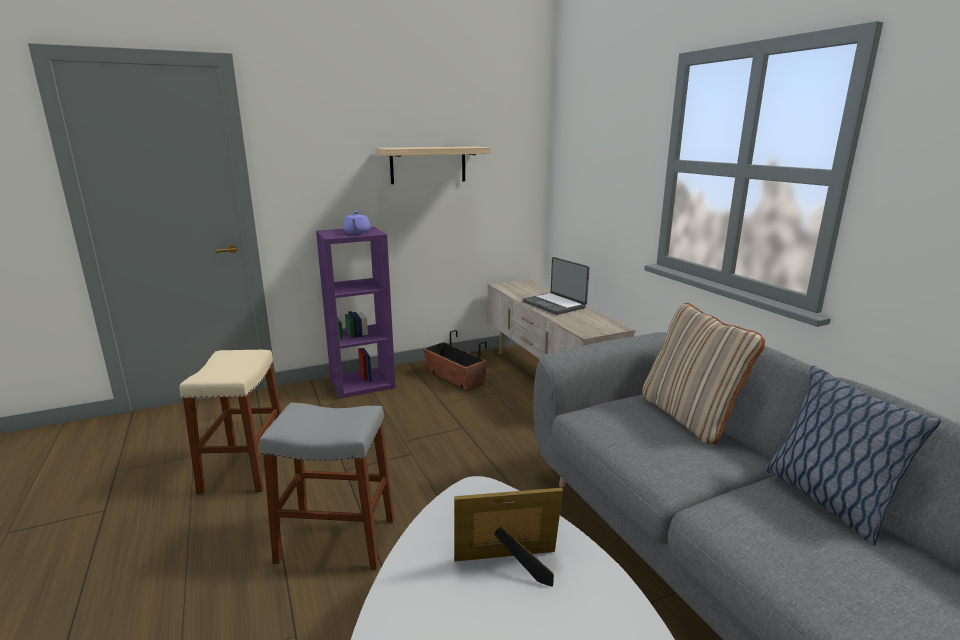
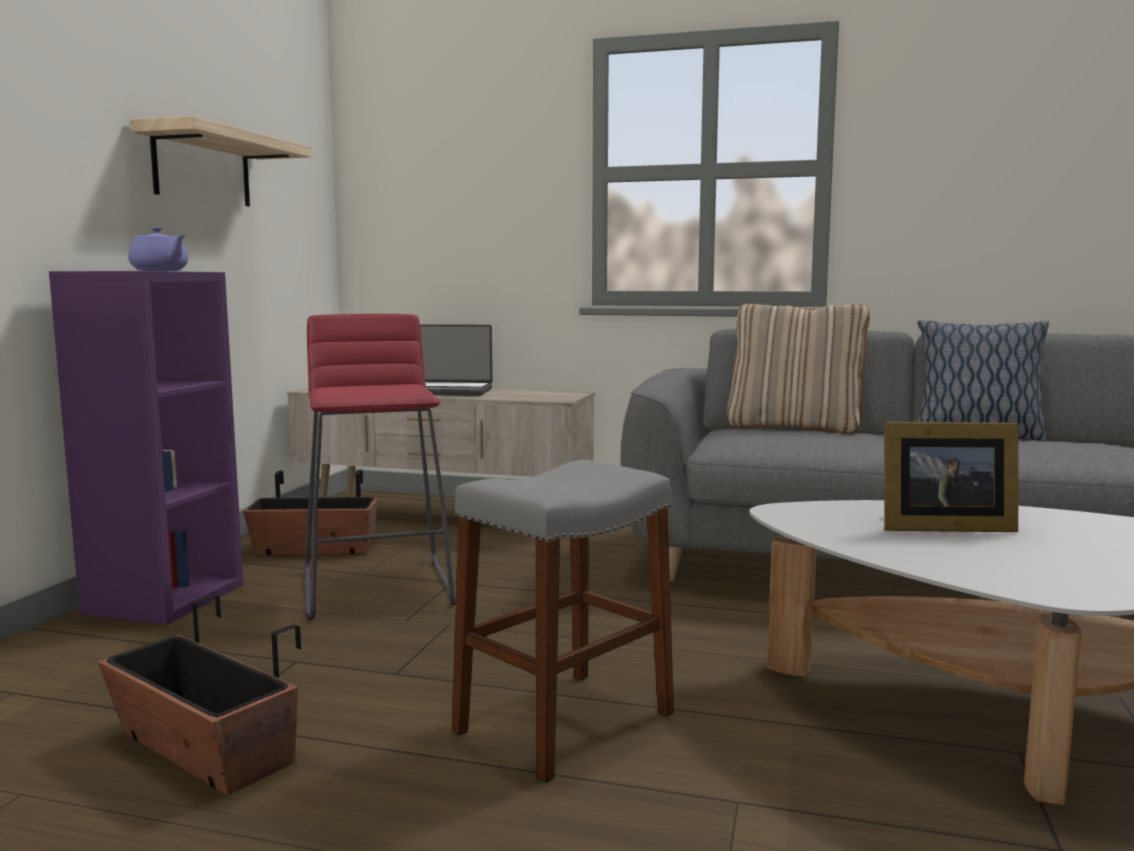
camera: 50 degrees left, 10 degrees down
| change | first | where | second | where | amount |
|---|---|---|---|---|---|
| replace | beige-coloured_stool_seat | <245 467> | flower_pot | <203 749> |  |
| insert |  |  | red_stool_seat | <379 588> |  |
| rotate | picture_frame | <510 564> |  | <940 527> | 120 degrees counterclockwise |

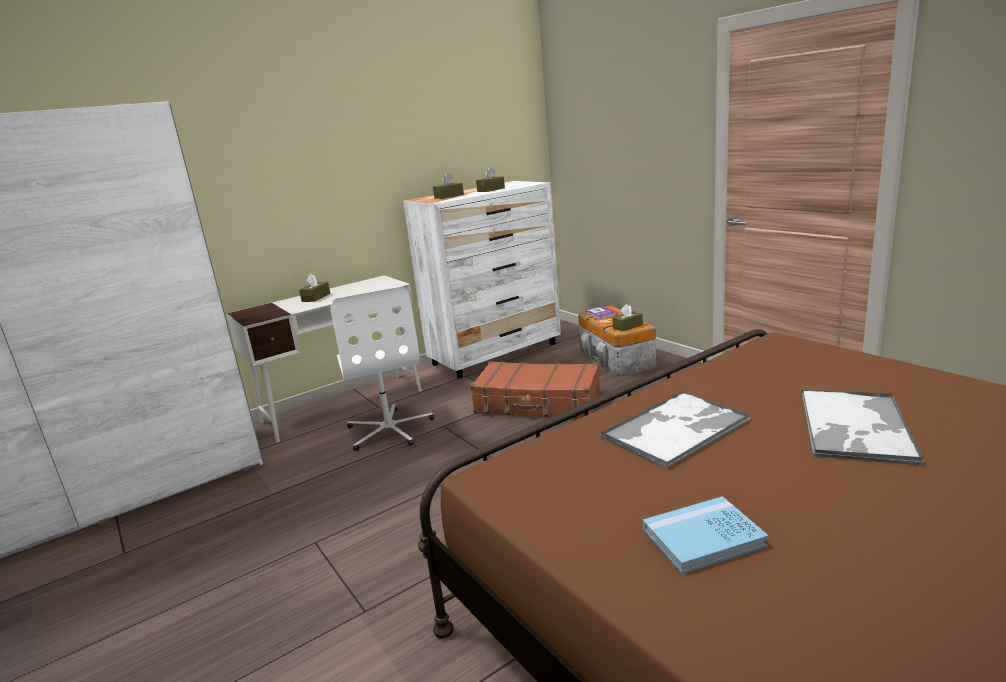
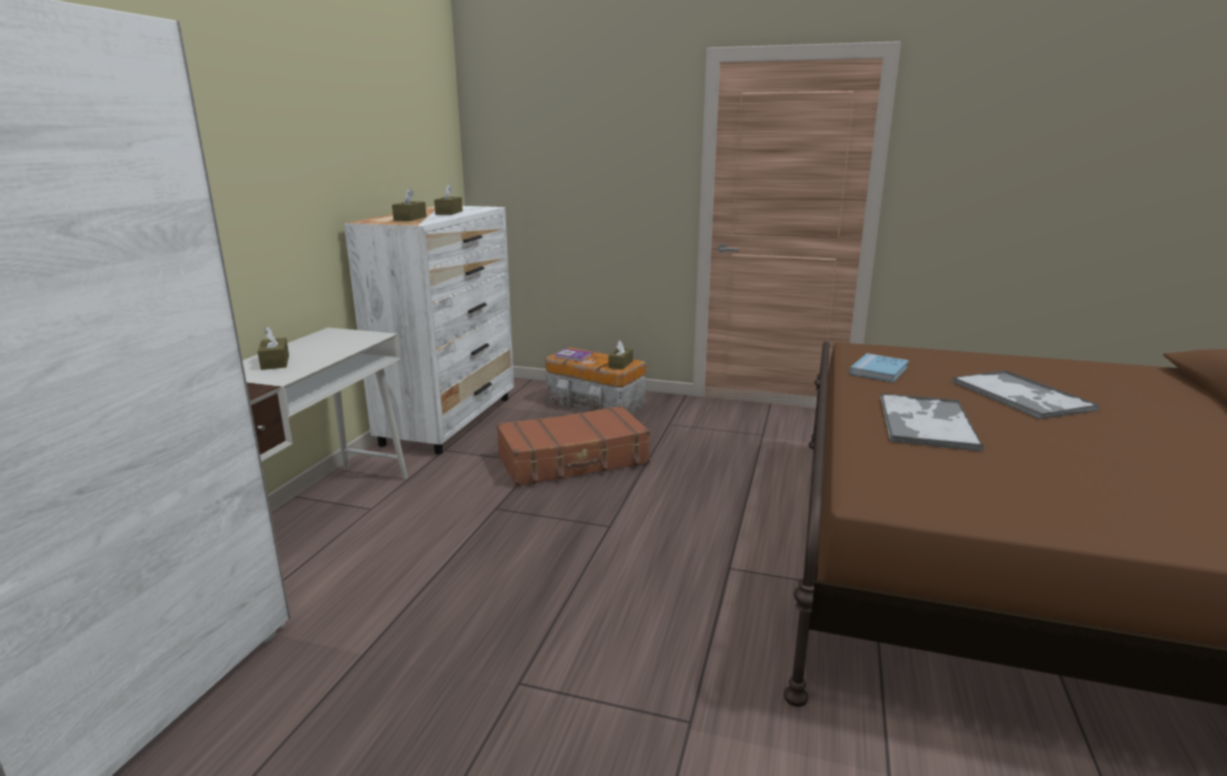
camera: 40 degrees left, 0 degrees up
| change | first | where | second | where | amount |
|---|---|---|---|---|---|
| move | blue-coloured_bound_book | <703 538> |  | <879 370> |  |
| delete | whitish_office_chair | <390 429> |  |  |  |

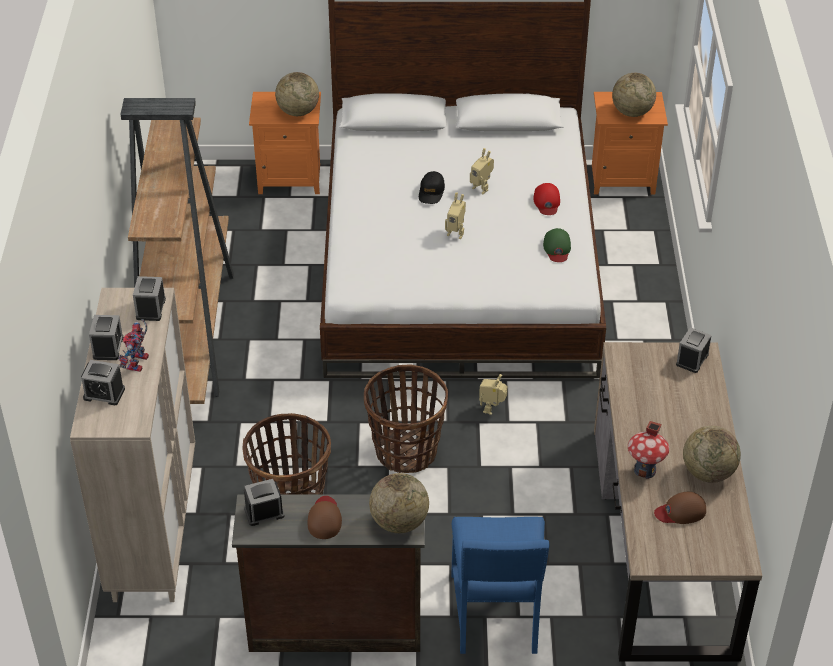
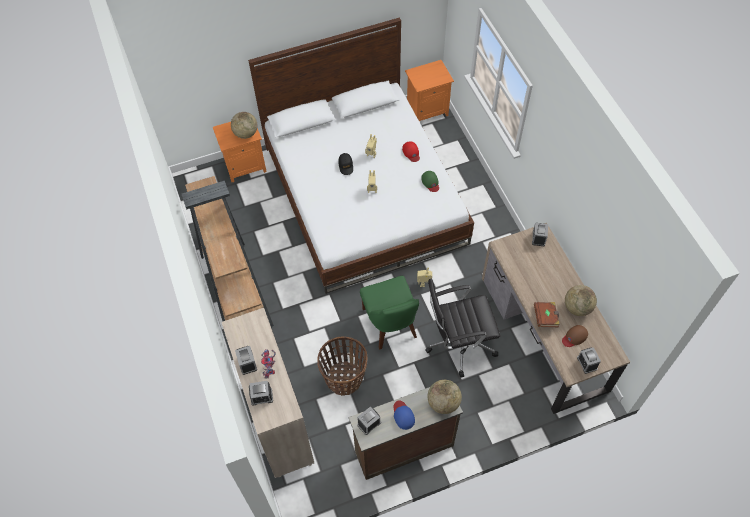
camera: 20 degrees left, 15 degrees up
| change | first | where | second | where | amount |
|---|---|---|---|---|---|
| replace | storage_basket | <405 451> | greenish_chair | <390 325> |  |
| recolor | brown_peaked_cap | <324 519> | blue-coloured_peaked_cap | <403 415> |  |
| insert |  |  | black_office_chair | <458 343> |  |
| replace | toy_house | <645 470> | brown_bound_book | <546 317> |  |
| move | bedside_clock | <151 308> |  | <587 363> |  |
| delete | blue-coloured_chair | <497 616> |  |  |  |
| delete | world_globe | <632 112> |  |  |  |

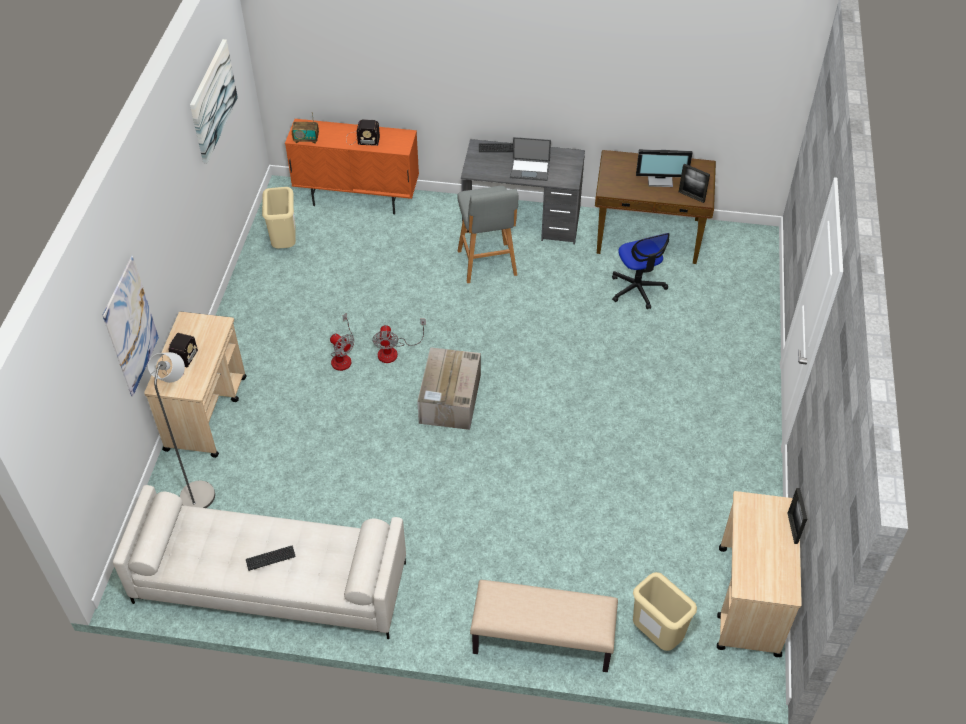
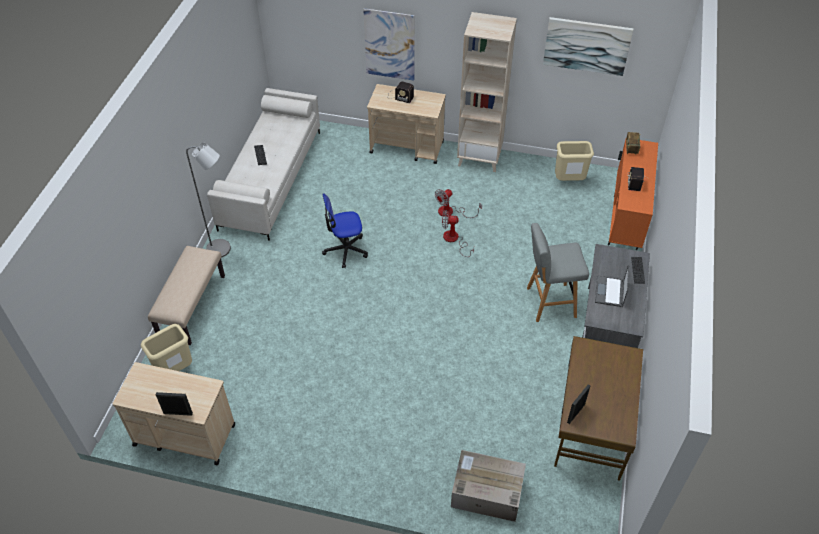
camera: 95 degrees right, 0 degrees up
| change | first | where | second | where | amount |
|---|---|---|---|---|---|
| move | gray_standard_lamp | <199 490> |  | <223 249> |  |
| move | office_chair | <637 289> |  | <345 250> |  |
| move | cardboard_box | <450 400> |  | <485 492> |  |
| insert |  |  | beige-coloured_bookshelf | <480 158> |  |
| delete | monitor | <660 179> |  |  |  |

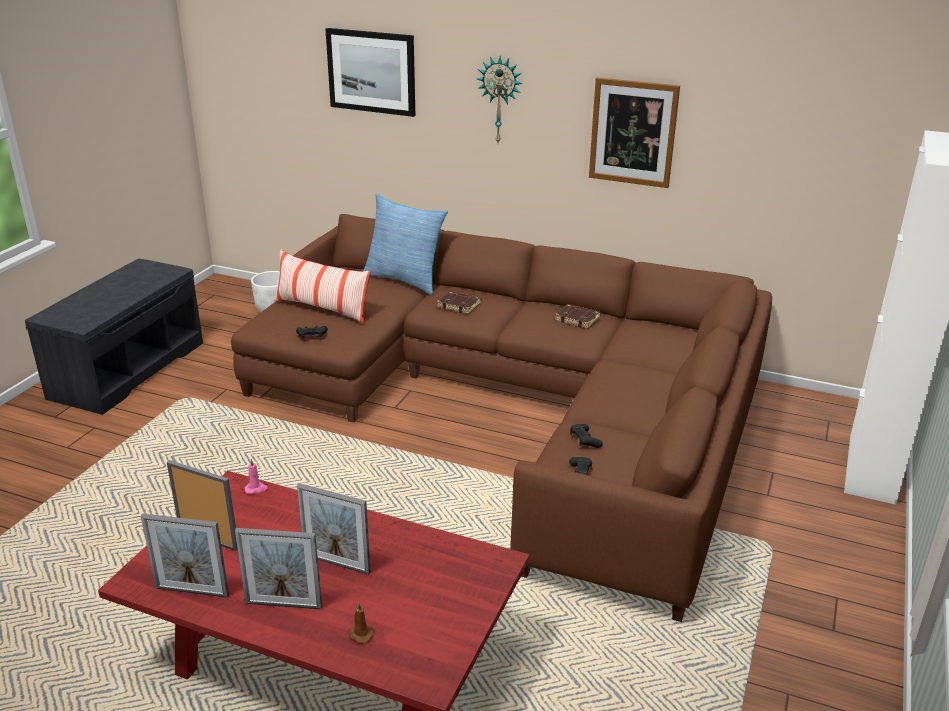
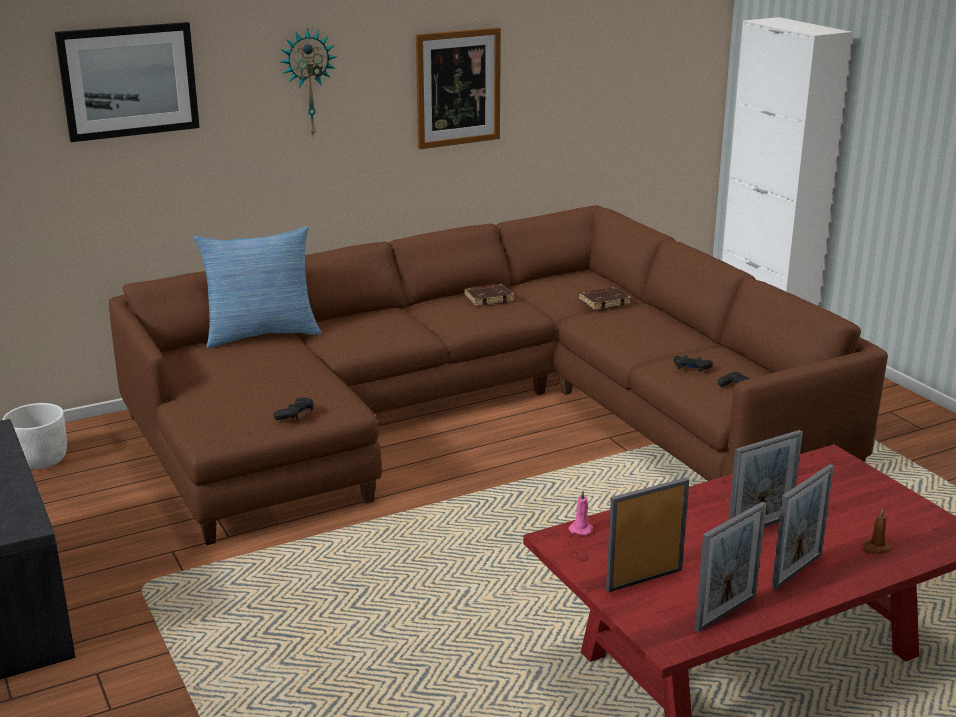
camera: 50 degrees left, 5 degrees down
| change | first | where | second | where | amount |
|---|---|---|---|---|---|
| move | brown_bound_book | <460 305> |  | <604 301> |  |
| delete | cushion | <322 309> |  |  |  |

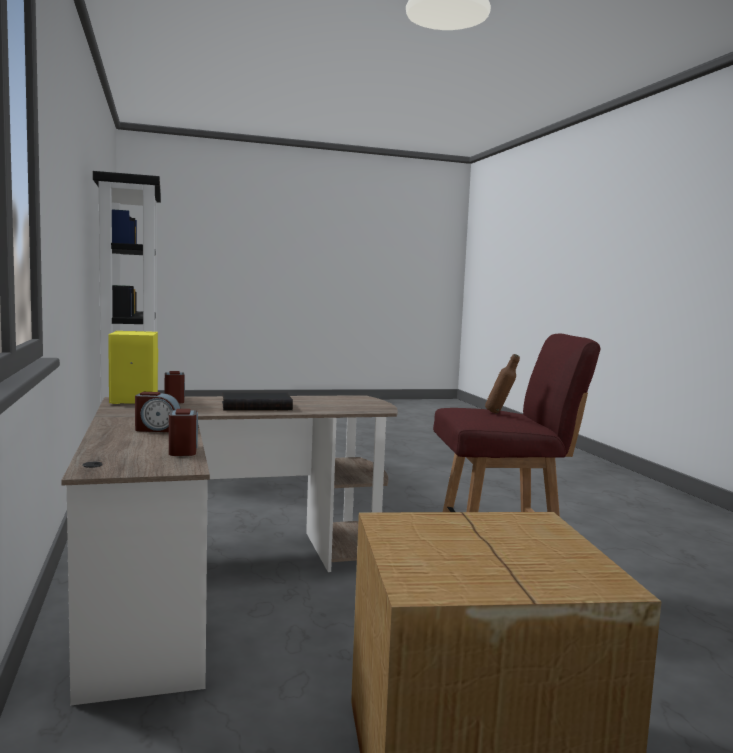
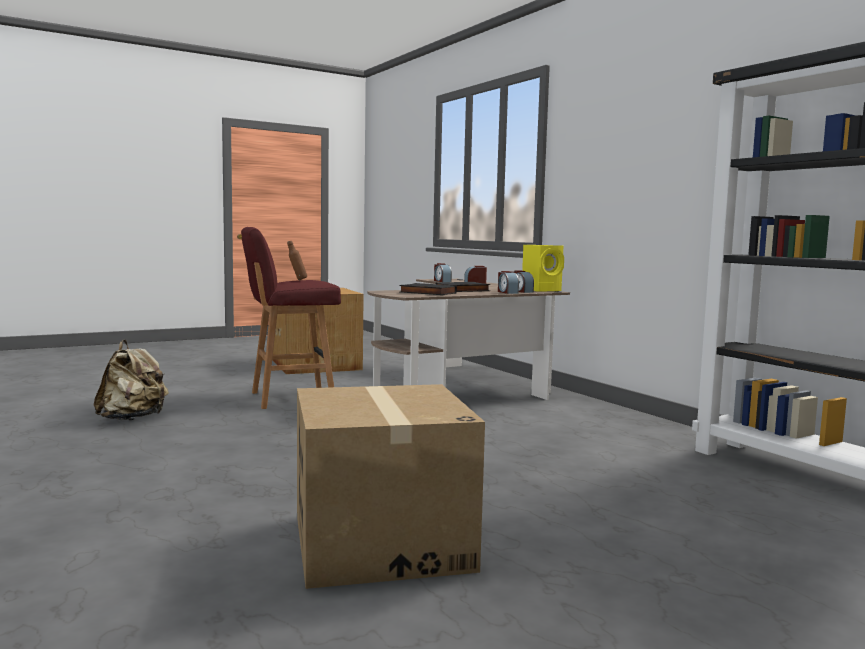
camera: 165 degrees right, 0 degrees up
| change | first | where | second | where | amount |
|---|---|---|---|---|---|
| insert |  |  | beige-coloured_knapsack | <132 419> |  |
| insert |  |  | cardboard_box | <380 542> |  |
| insert |  |  | black_bound_book | <427 293> |  |
| insert |  |  | bedside_clock | <507 292> |  |

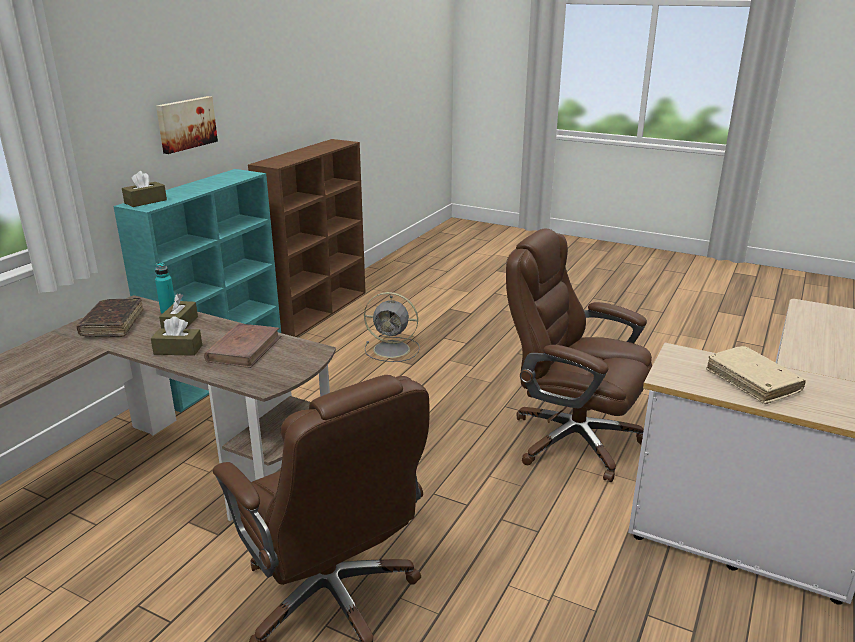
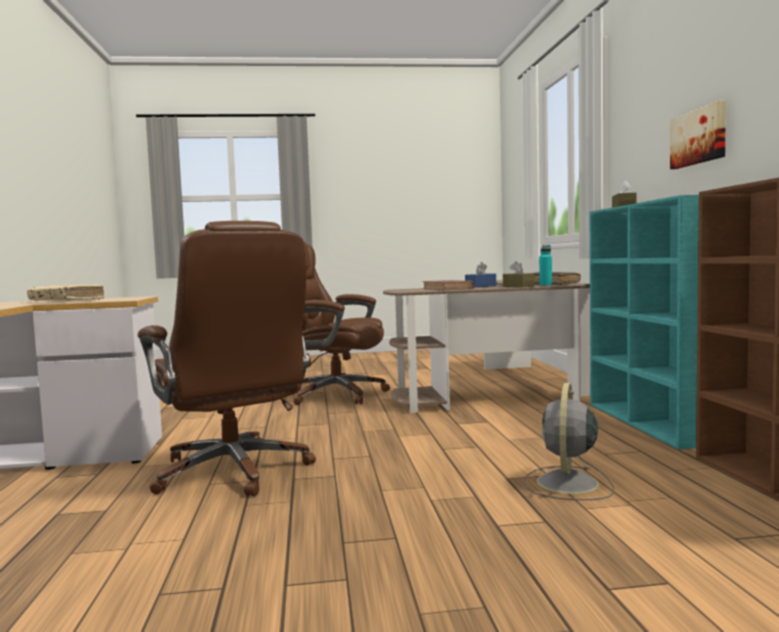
camera: 145 degrees right, 20 degrees down
| change | first | where | second | where | amount |
|---|---|---|---|---|---|
| rotate | brown_office_chair | <572 439> |  | <233 472> | 60 degrees clockwise |
| recolor | brown_tissue_box | <178 350> | blue-coloured_tissue_box | <480 286> |  |
| rotate | gray_cooling_fan | <393 349> |  | <567 484> | 45 degrees counterclockwise |

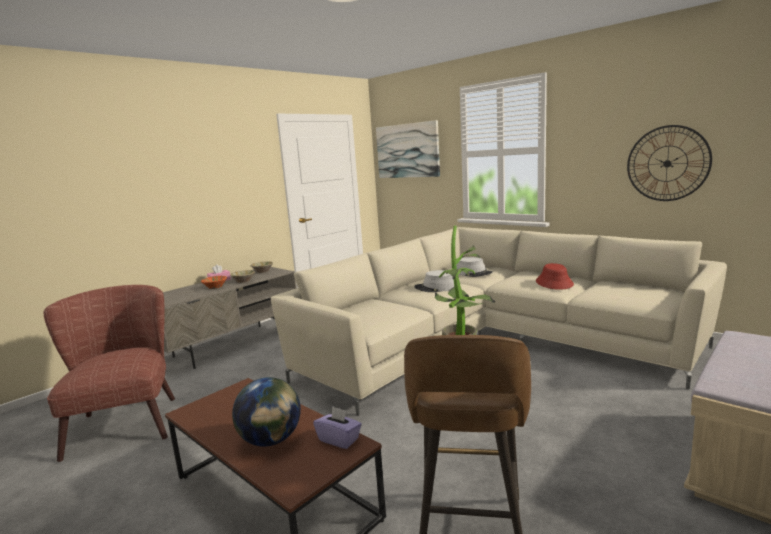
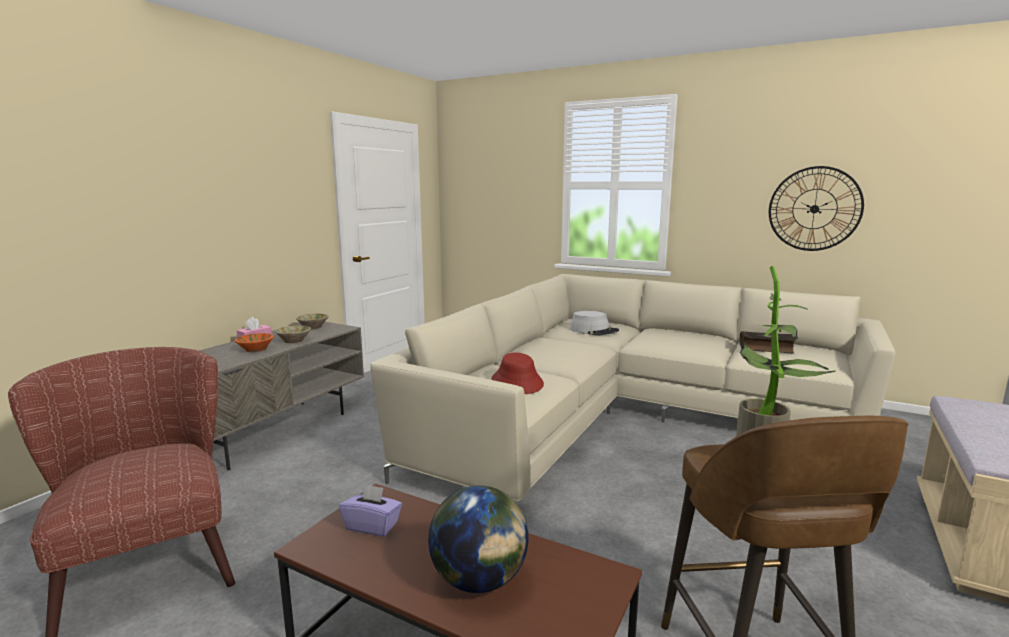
camera: 15 degrees left, 0 degrees up
| change | first | where | second | where | amount |
|---|---|---|---|---|---|
| move | purple-coloured_tissue_box | <339 439> |  | <372 526> |  |
| move | red_hat | <554 283> |  | <517 382> |  |
| insert |  |  | bound_book | <765 348> |  |
| delete | wall_picture | <407 150> |  |  |  |
| delete | gray_hat | <436 288> |  |  |  |

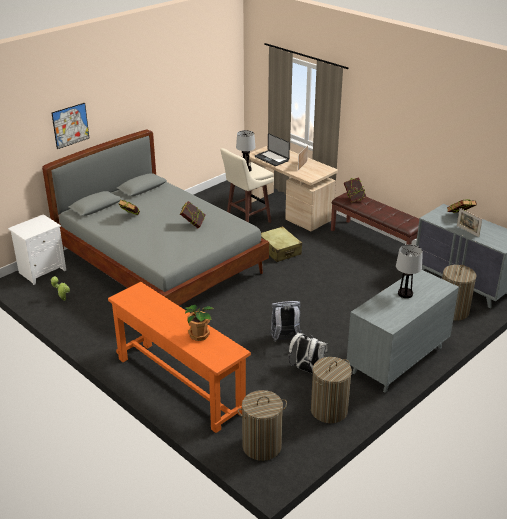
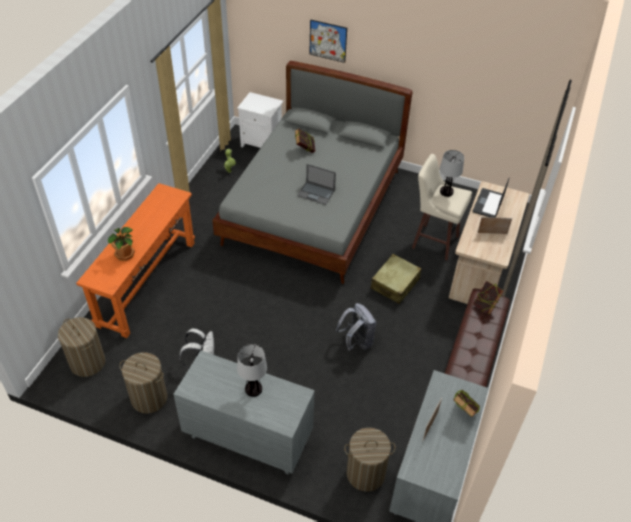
camera: 65 degrees right, 15 degrees up
| change | first | where | second | where | amount |
|---|---|---|---|---|---|
| replace | bound_book | <193 224> | portable_computer | <316 193> |  |
| move | gray_knapsack | <285 340> |  | <356 342> |  |

